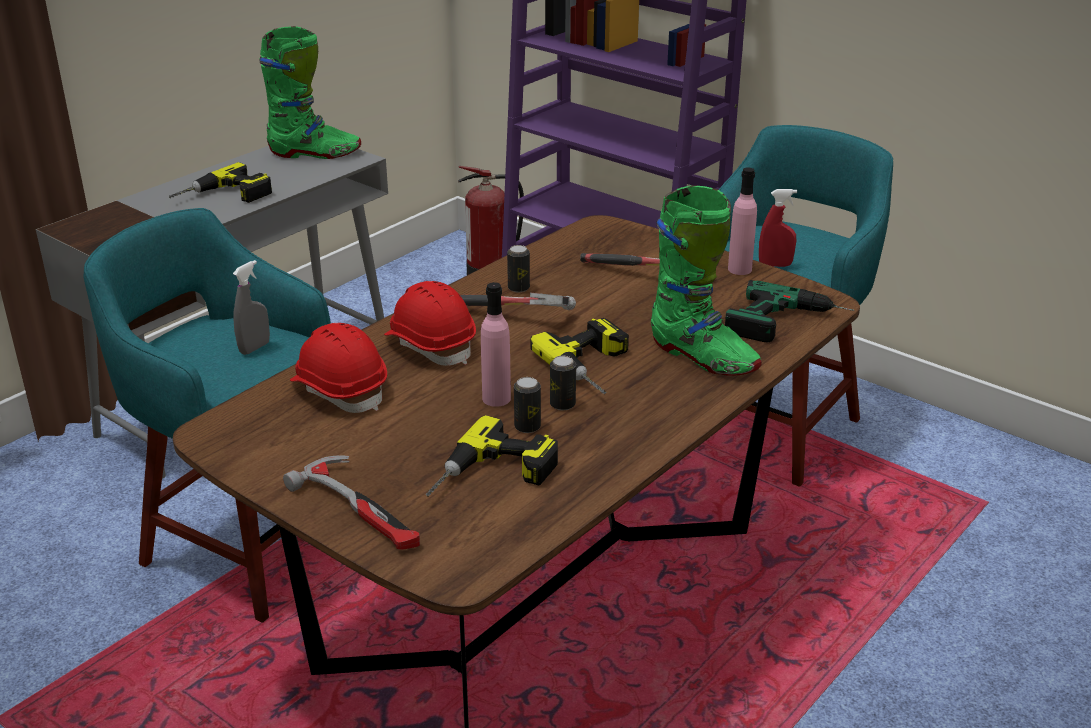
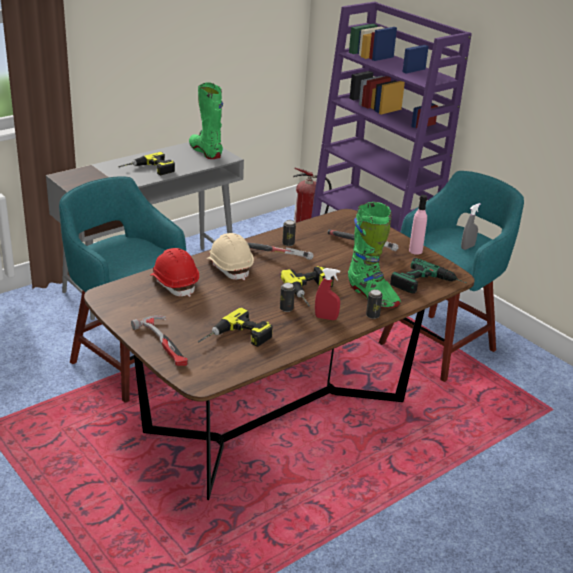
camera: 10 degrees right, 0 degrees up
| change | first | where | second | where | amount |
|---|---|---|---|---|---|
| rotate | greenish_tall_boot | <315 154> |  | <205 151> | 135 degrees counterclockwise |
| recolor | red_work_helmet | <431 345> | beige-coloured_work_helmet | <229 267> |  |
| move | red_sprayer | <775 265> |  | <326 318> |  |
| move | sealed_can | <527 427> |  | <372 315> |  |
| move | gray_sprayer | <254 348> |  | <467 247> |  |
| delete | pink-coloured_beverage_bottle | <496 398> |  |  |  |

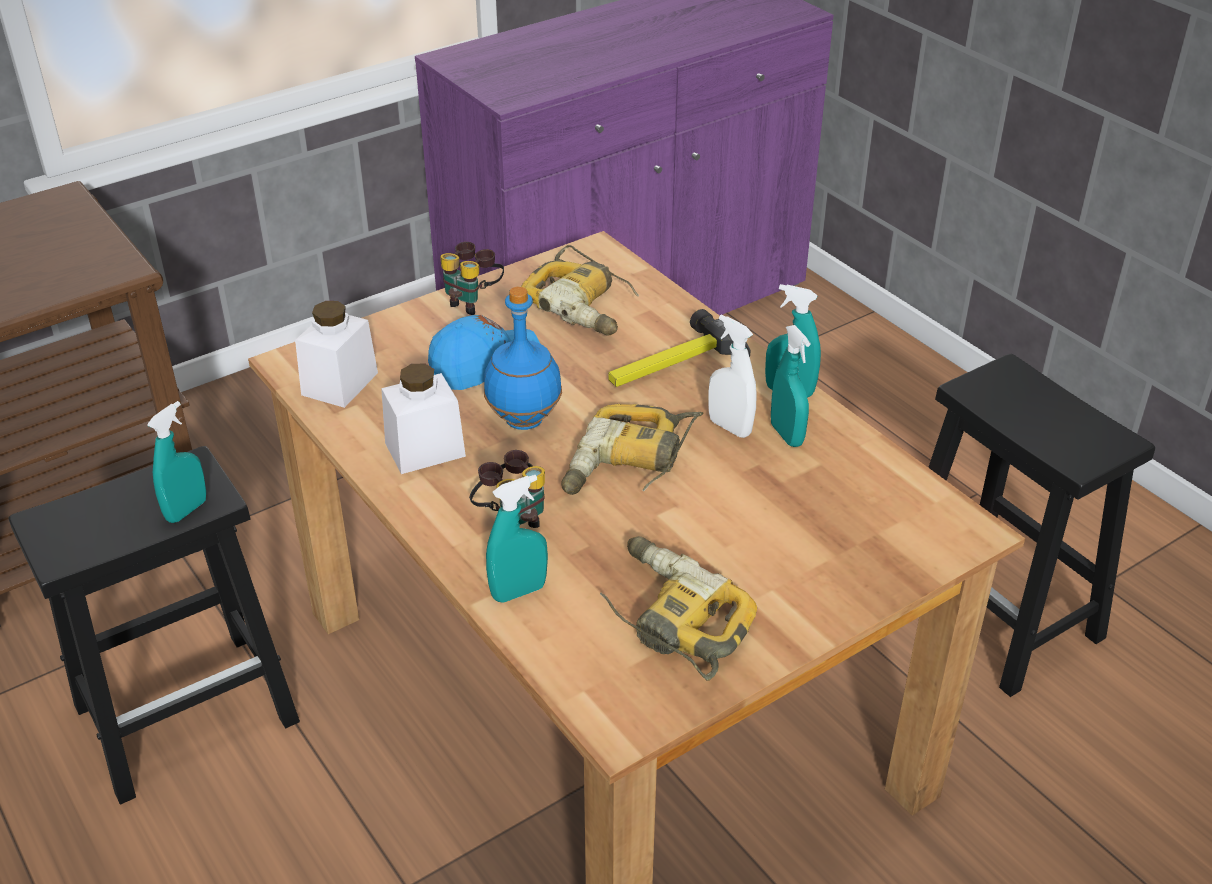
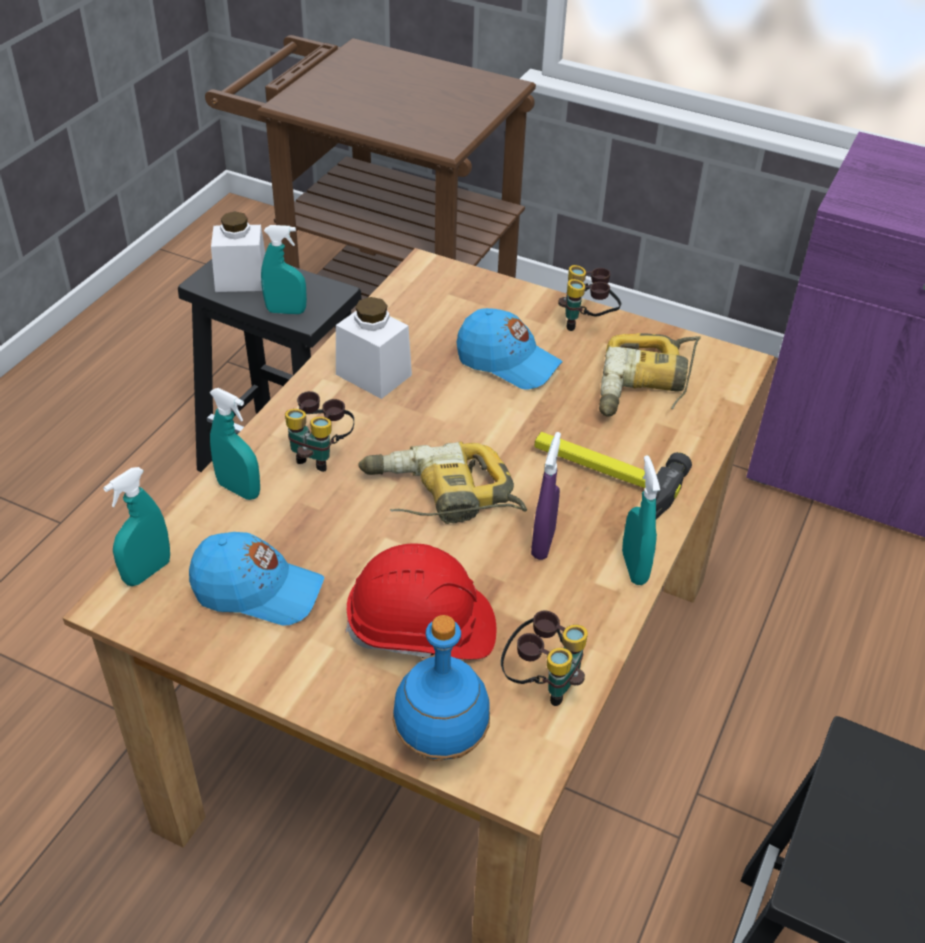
camera: 60 degrees right, 5 degrees up
| change | first | where | second | where | amount |
|---|---|---|---|---|---|
| move | blue-green_sprayer | <786 435> |  | <147 572> |  |
| replace | electric_drill | <670 618> | blue-coloured_peaked_cap | <257 591> |  |
| move | whitish_storage_jar | <340 384> |  | <241 279> |  |
| insert |  |  | red_work_helmet | <422 629> |  |
| move | blue-coloured_beverage_bottle | <525 420> |  | <441 743> |  |
| insert |  |  | binoculars | <542 682> |  |
| recolor | whitish_sprayer | <729 427> | purple-coloured_sprayer | <543 543> |  |

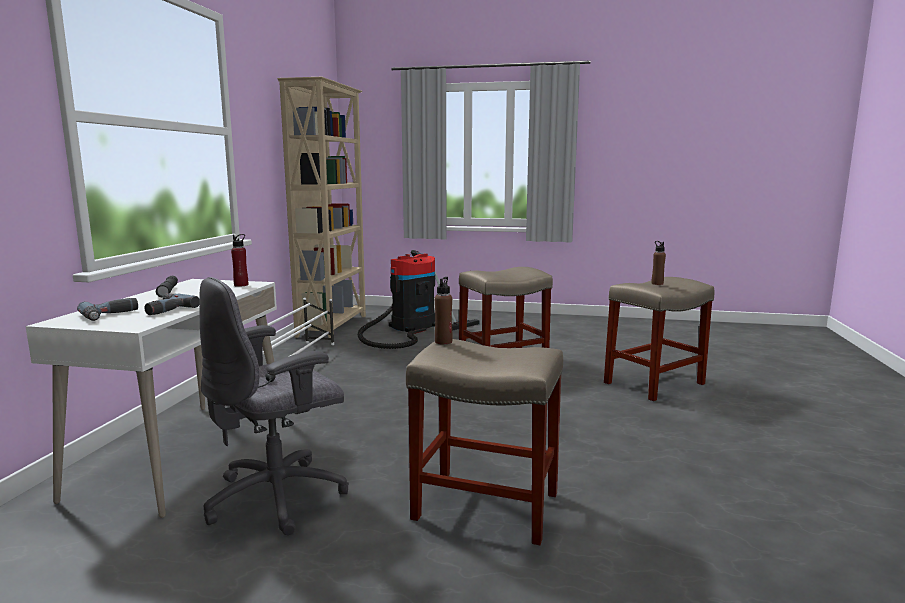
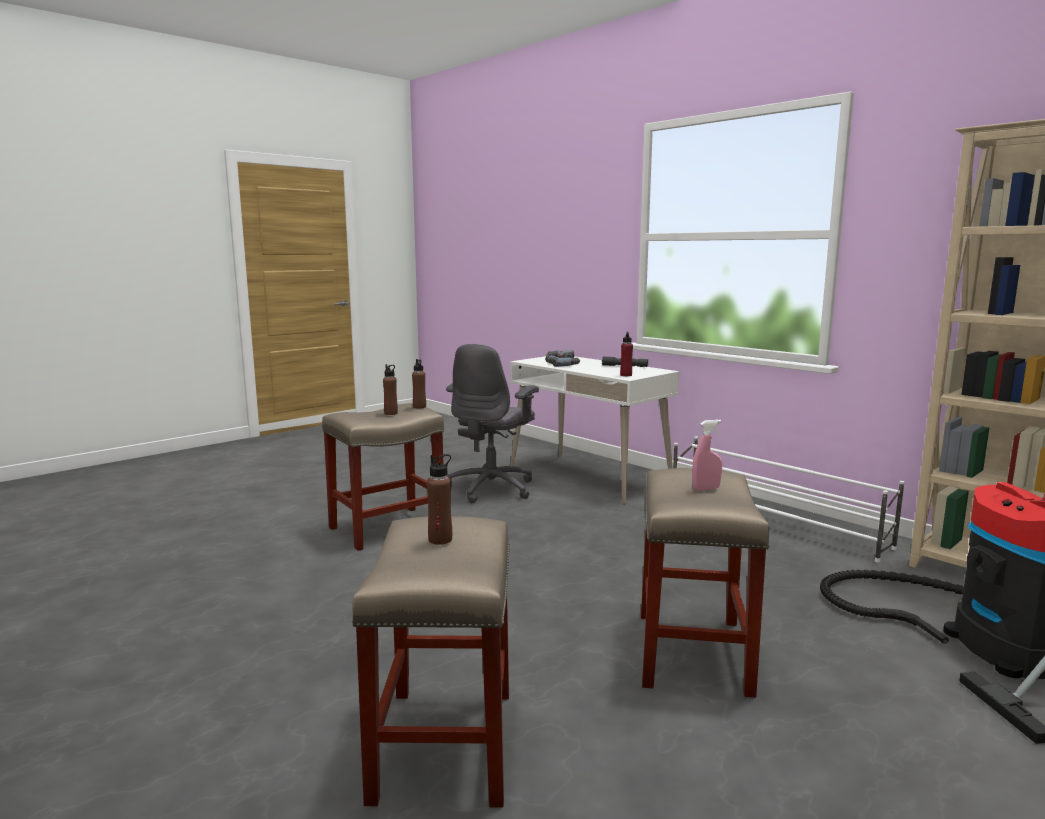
camera: 125 degrees right, 0 degrees up
| change | first | where | second | where | amount |
|---|---|---|---|---|---|
| insert |  |  | brown_beverage_bottle | <391 413> |  |
| rotate | gray_office_chair | <279 497> |  | <492 488> | 150 degrees counterclockwise |
| insert |  |  | pink-coloured_sprayer | <706 489> |  |

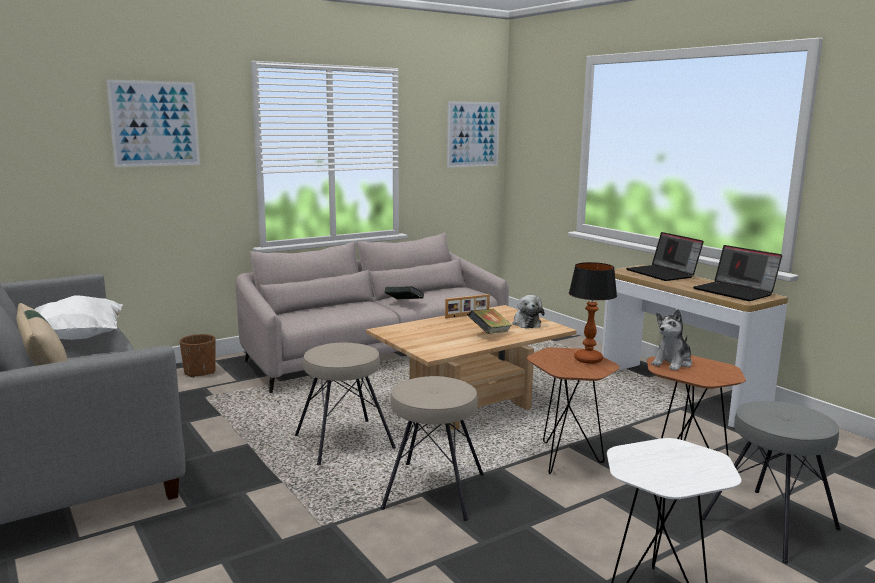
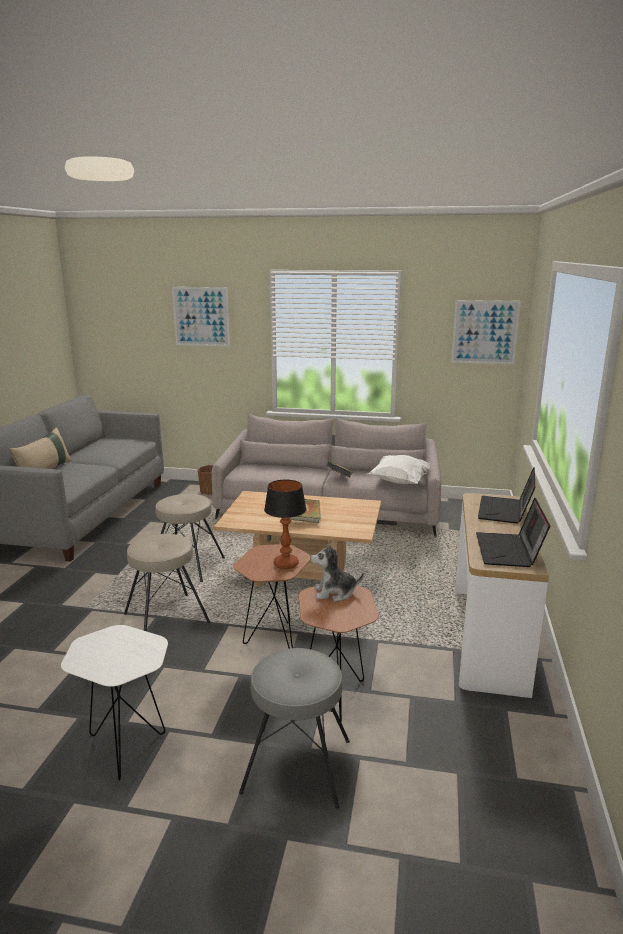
camera: 45 degrees right, 5 degrees up
| change | first | where | second | where | amount |
|---|---|---|---|---|---|
| move | whitish_cushion | <78 339> |  | <399 483> |  |
| delete | picture_frame | <467 315> |  |  |  |
| delete | plush_toy | <526 323> |  |  |  |

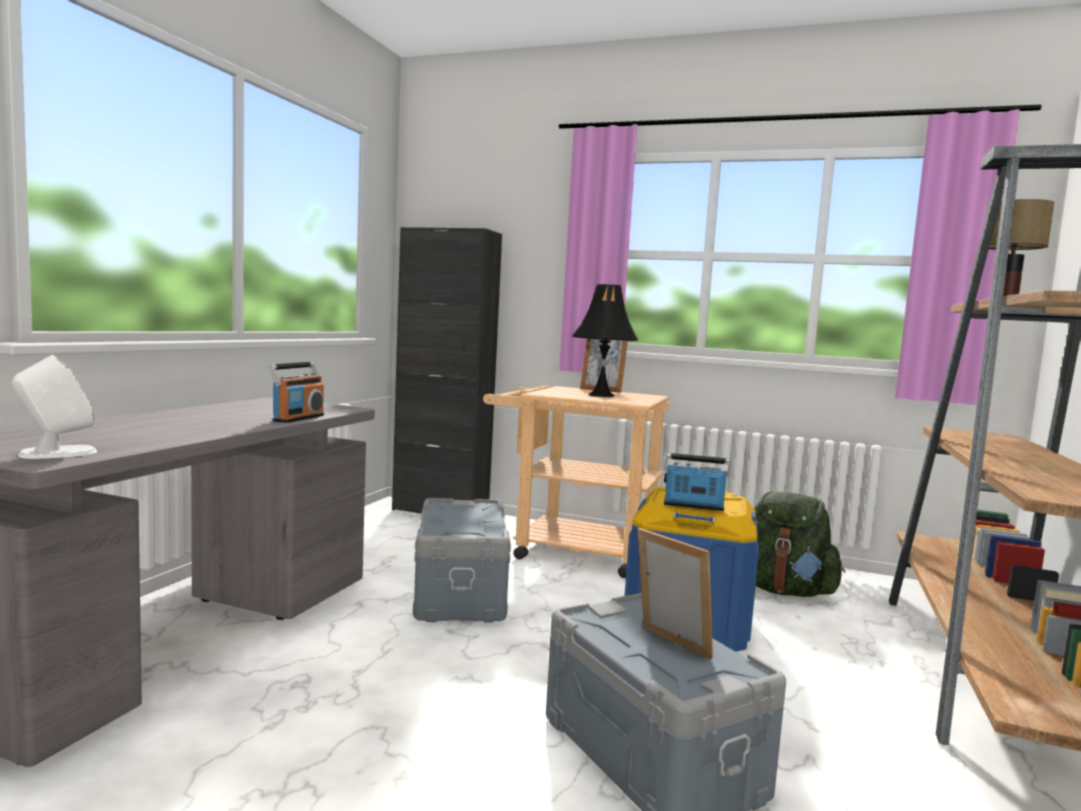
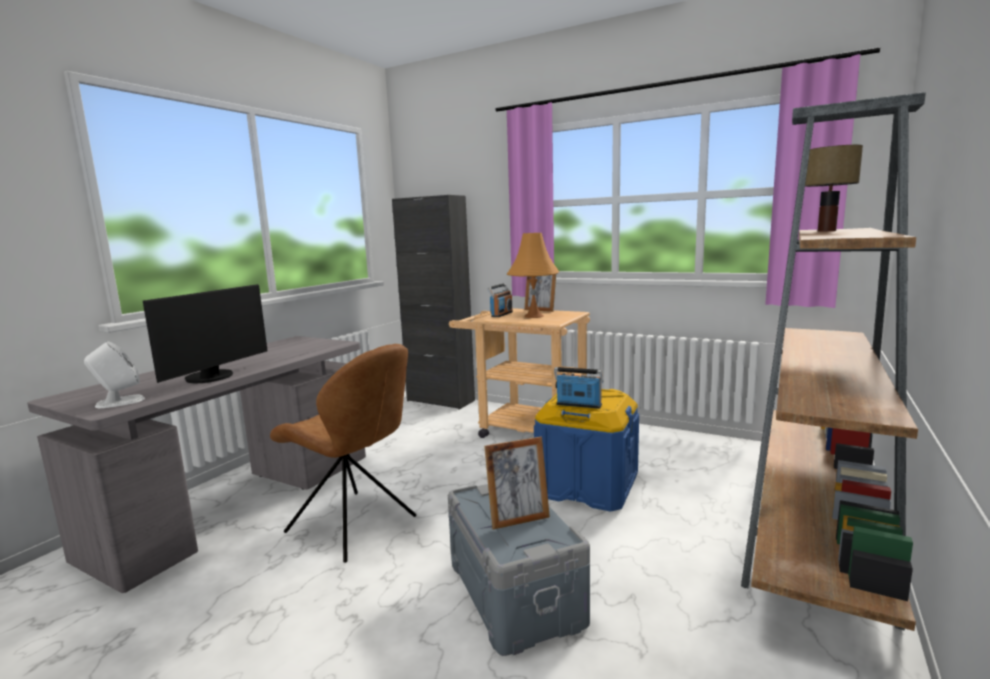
camera: 10 degrees right, 5 degrees up
| change | first | where | second | where | amount |
|---|---|---|---|---|---|
| insert |  |  | monitor | <213 377> |  |
| insert |  |  | brown_chair | <354 526> |  |
| rotate | picture_frame | <669 645> |  | <518 519> | 105 degrees clockwise |
| move | radio | <298 418> |  | <501 314> |  |
| recolor | black_tabletop_lamp | <601 395> | orange-coloured_tabletop_lamp | <533 316> |  |
| delete | gray_storage_box | <462 593> |  |  |  |
| delete | greenish_knapsack | <783 590> |  |  |  |

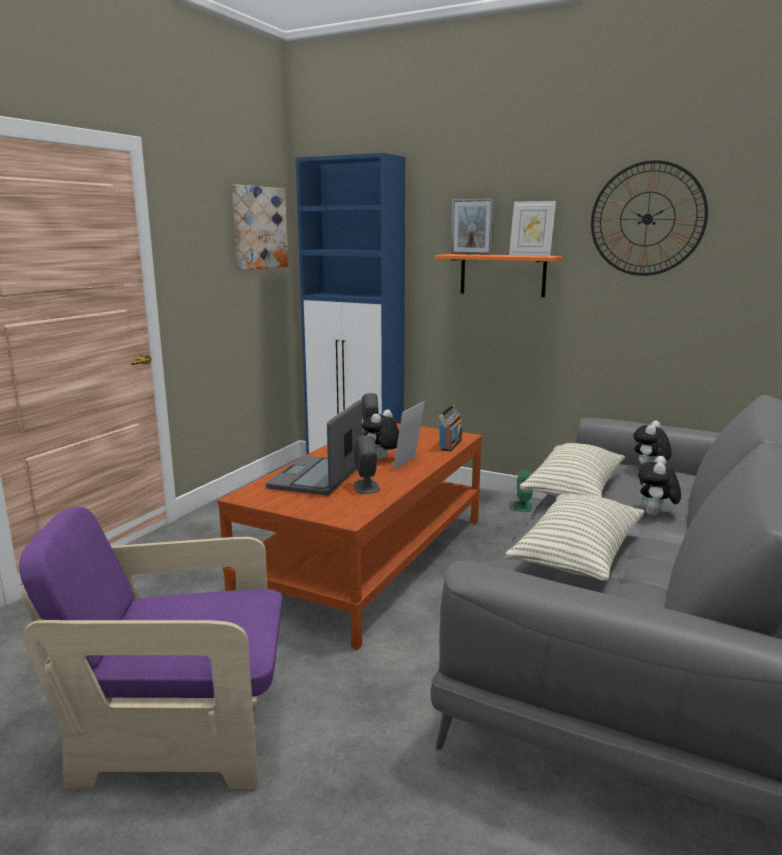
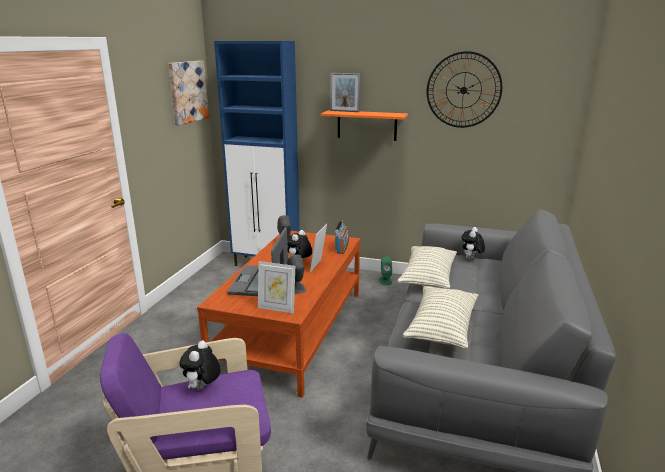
camera: 10 degrees left, 5 degrees up
| change | first | where | second | where | amount |
|---|---|---|---|---|---|
| move | plush_toy | <655 514> |  | <202 388> |  |
| move | picture_frame | <530 255> |  | <277 308> |  |

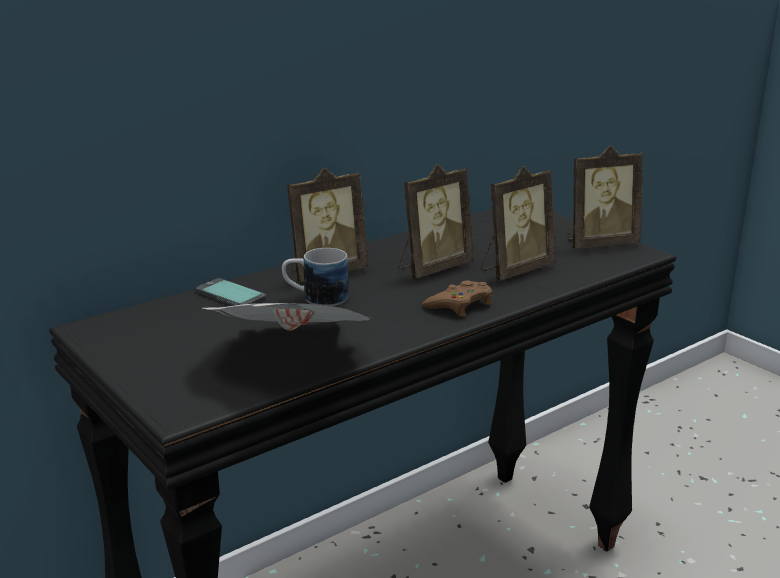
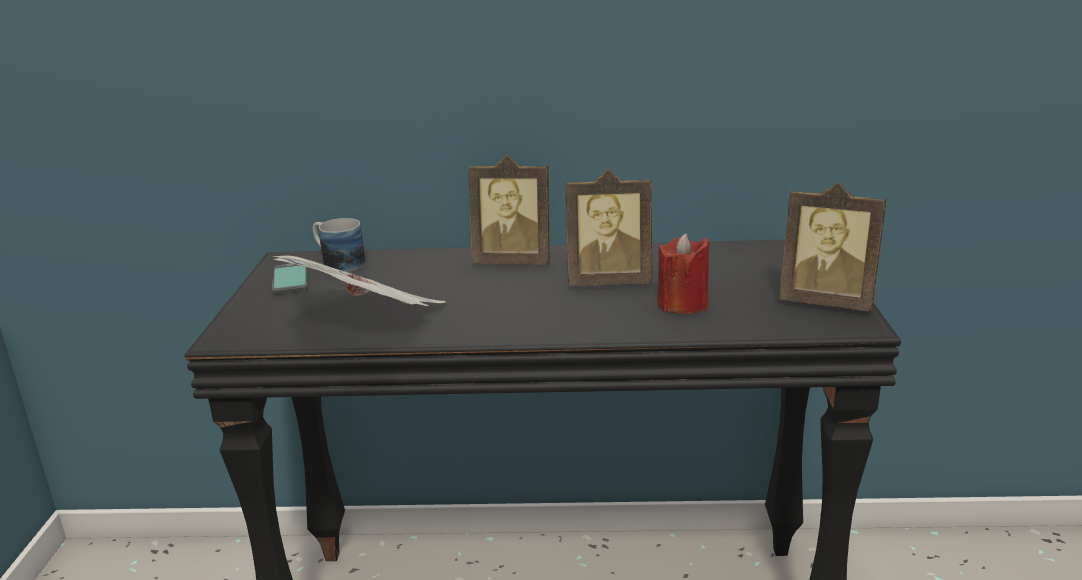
camera: 40 degrees right, 0 degrees up
| change | first | where | second | where | amount |
|---|---|---|---|---|---|
| move | phone | <230 295> |  | <290 280> |  |
| move | tea_mug | <315 298> |  | <338 263> |  |
| replace | picture_frame | <514 270> | red_wax_candle | <682 304> |  |
| delete | brown_gamepad | <460 305> |  |  |  |

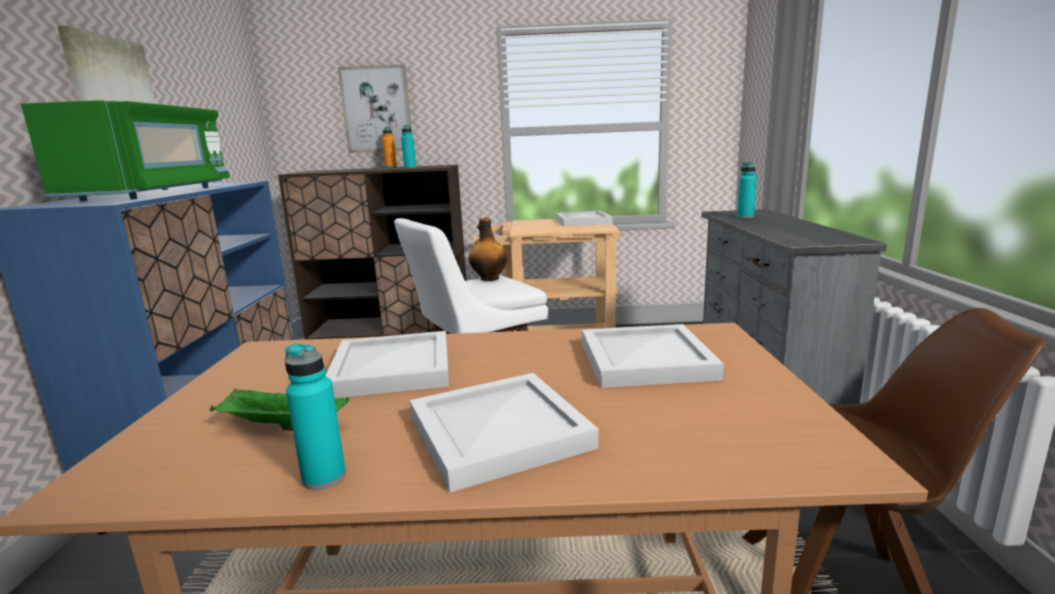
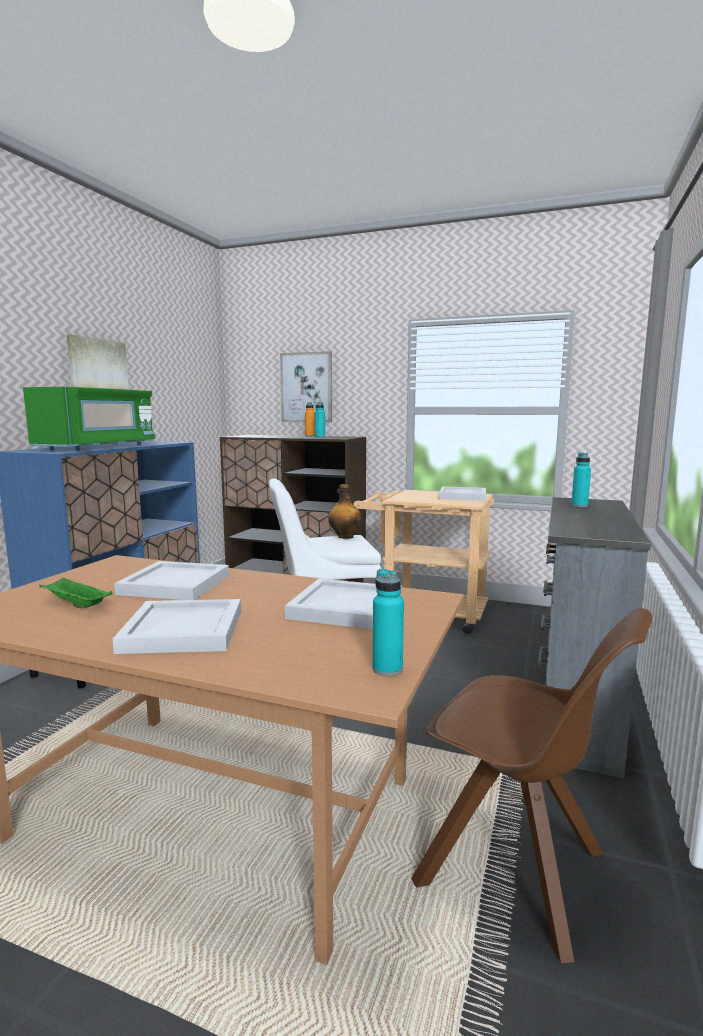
camera: 20 degrees right, 5 degrees down
| change | first | where | second | where | amount |
|---|---|---|---|---|---|
| move | blue-green_beverage_bottle | <324 477> |  | <387 669> |  |

